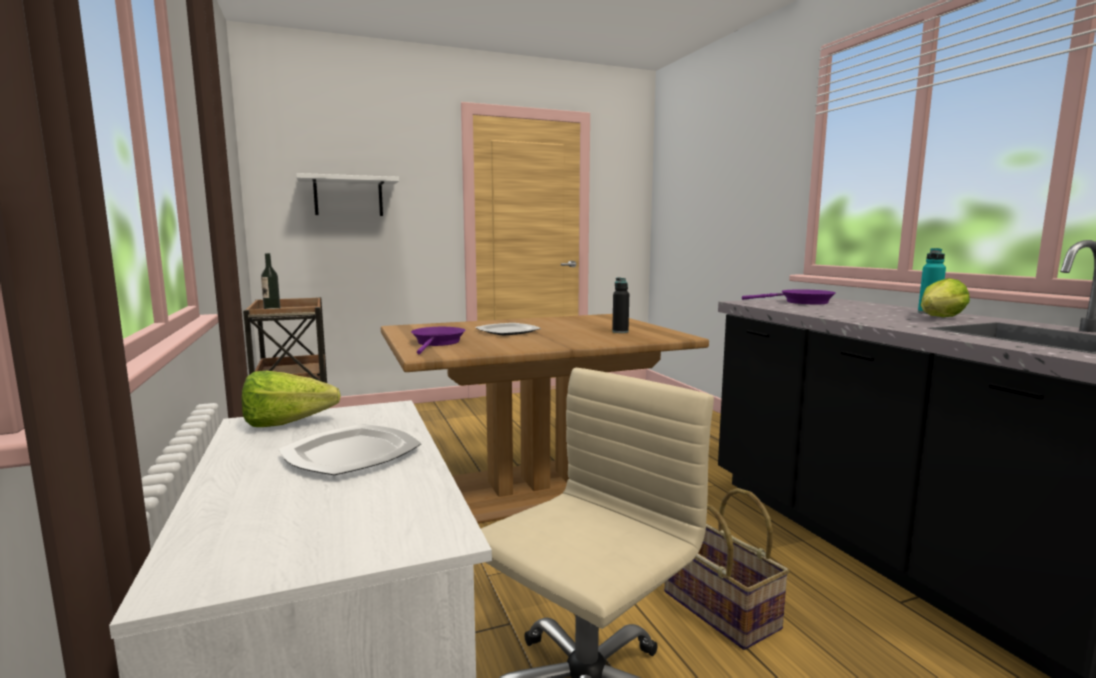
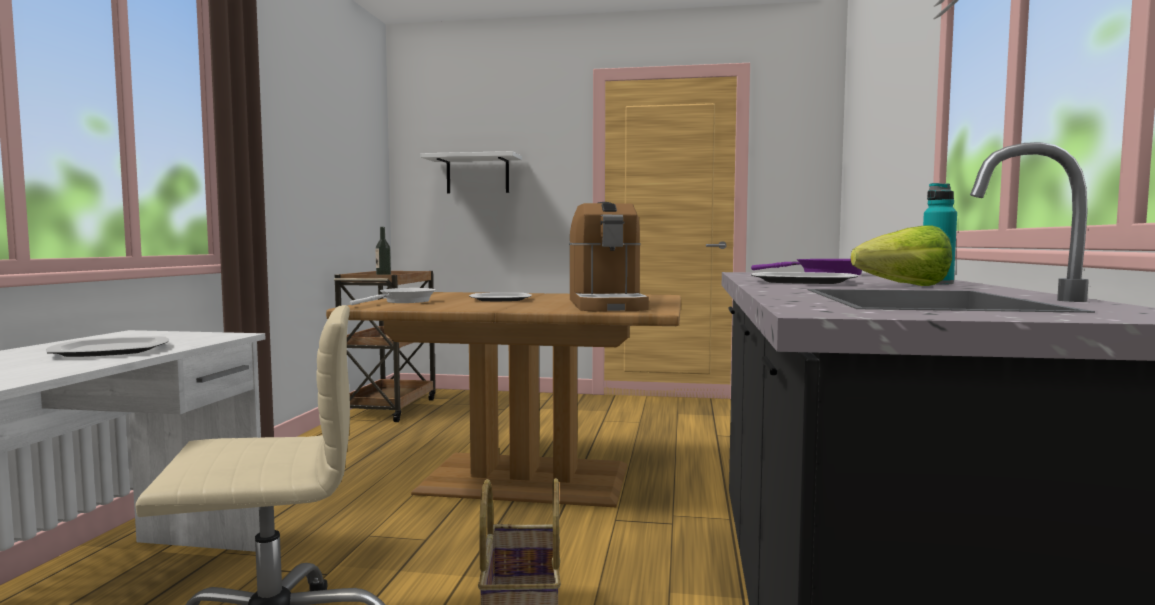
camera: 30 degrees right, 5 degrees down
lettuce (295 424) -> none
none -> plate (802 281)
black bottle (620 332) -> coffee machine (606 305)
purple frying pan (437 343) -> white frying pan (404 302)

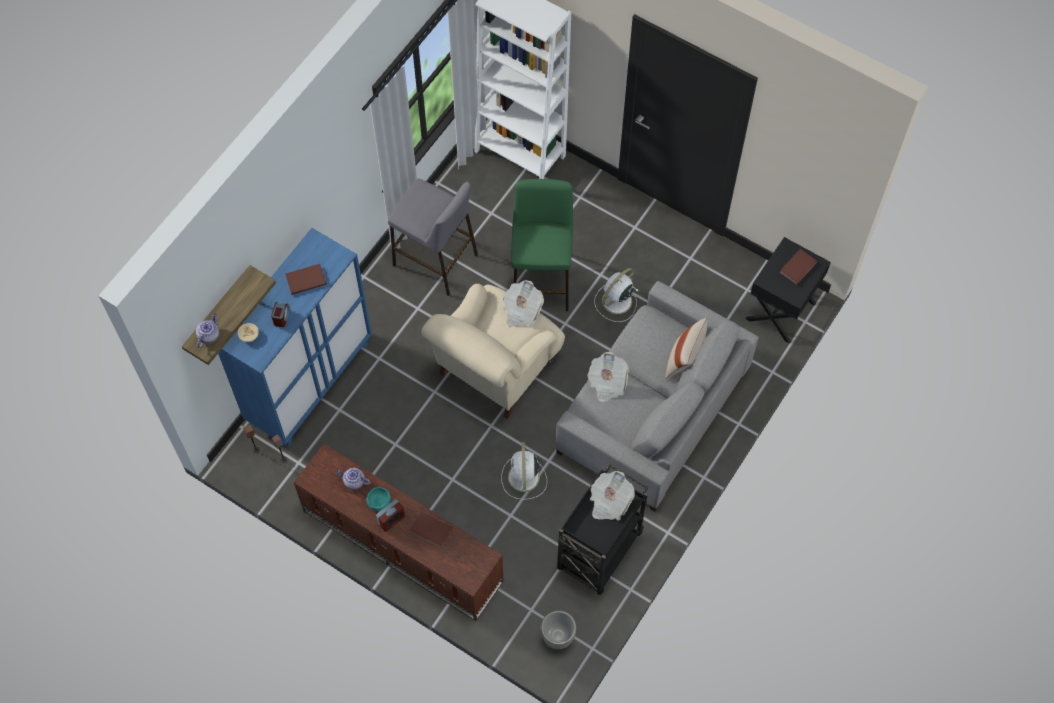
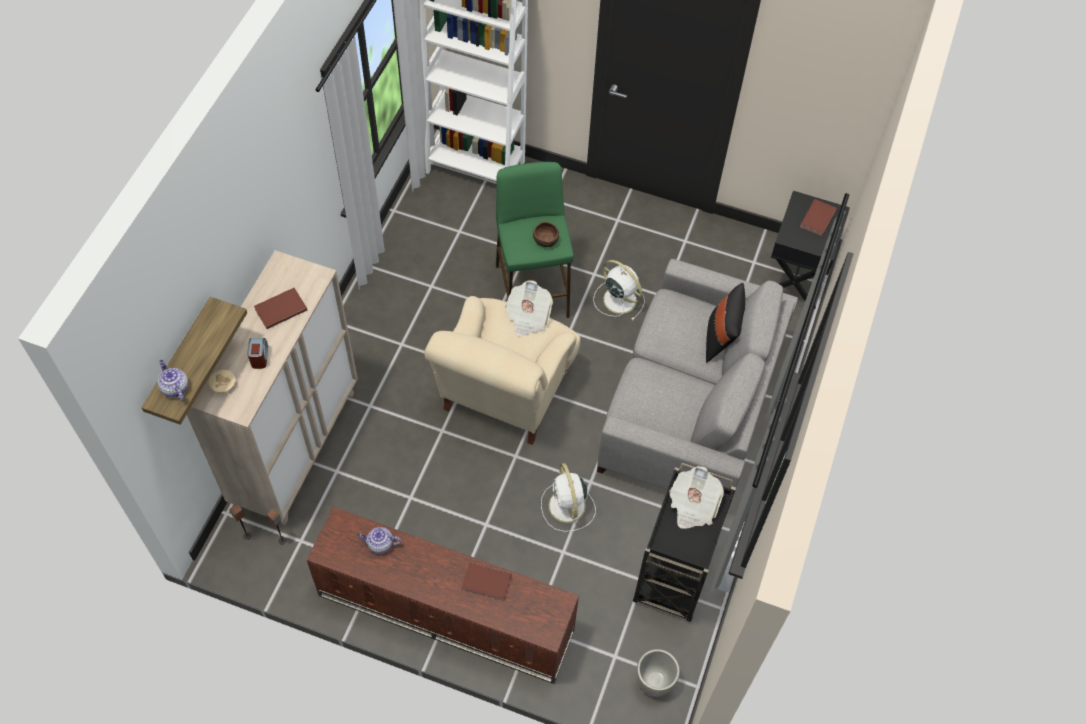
camera: 15 degrees left, 5 degrees down
turquoise bowl (379 501) -> none
alarm clock (391 520) -> none
grey stool (436 260) -> none
newspaper (607 382) -> none
none -> brown bowl (546 240)
blue cabinet (310 383) -> beige cabinet (296 448)
beige pillow (684 360) -> black pillow (721 339)
teapot (209 335) -> teapot (174 388), 45 degrees counterclockwise
white fan (616 301) -> white fan (618 299), 105 degrees clockwise

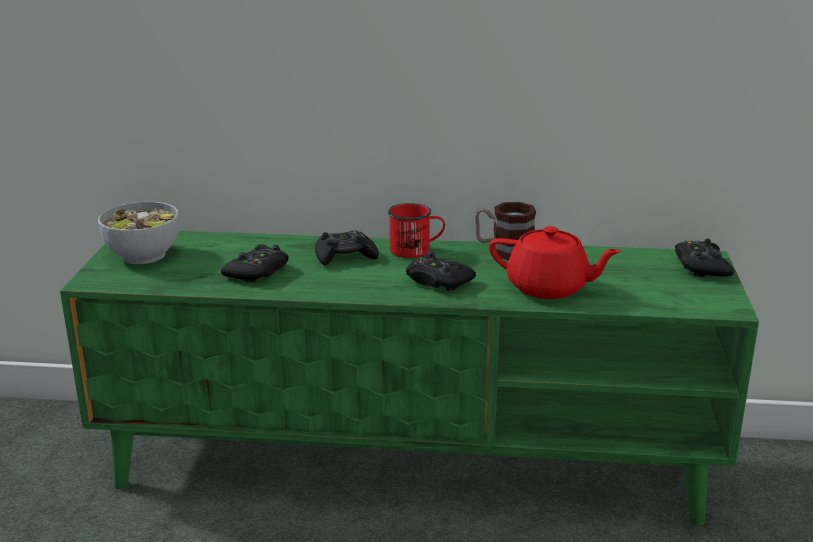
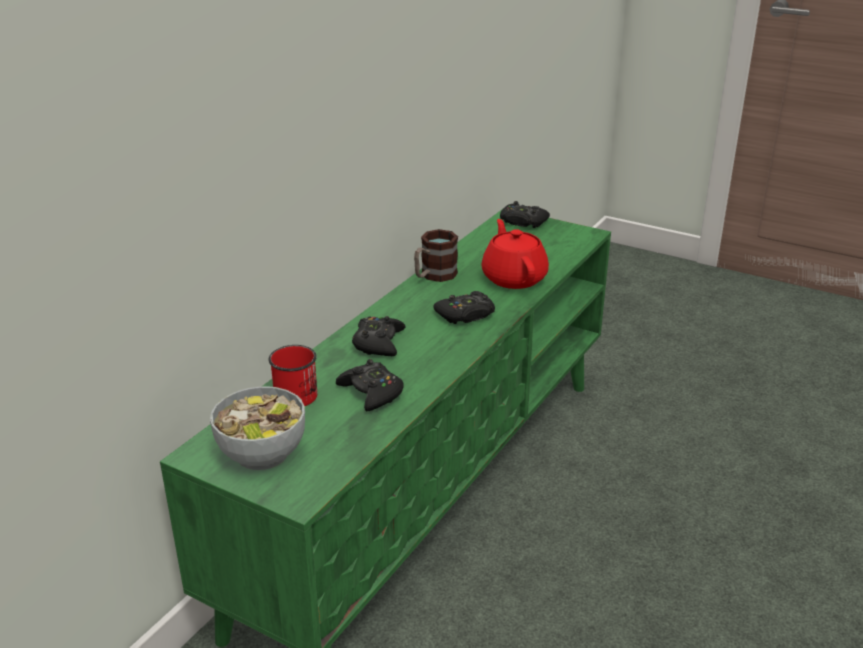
camera: 65 degrees left, 5 degrees up
red mug (416 250) -> red mug (299 392), move
red teapot (549 288) -> red teapot (514 278), 60 degrees counterclockwise

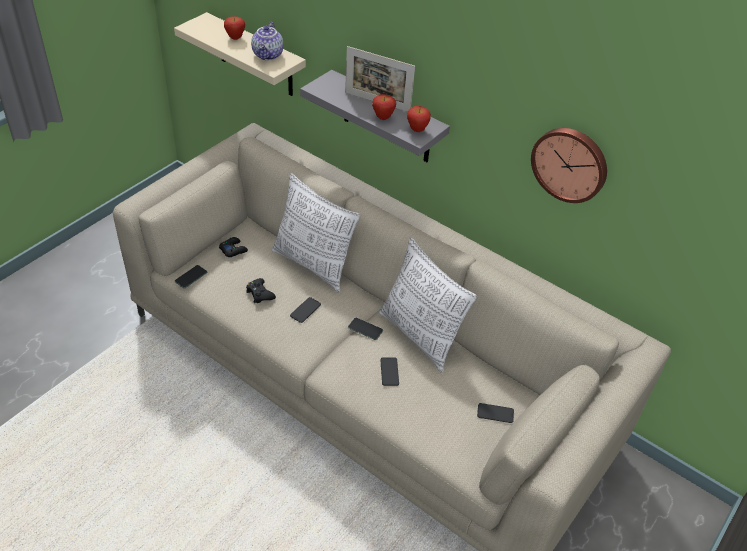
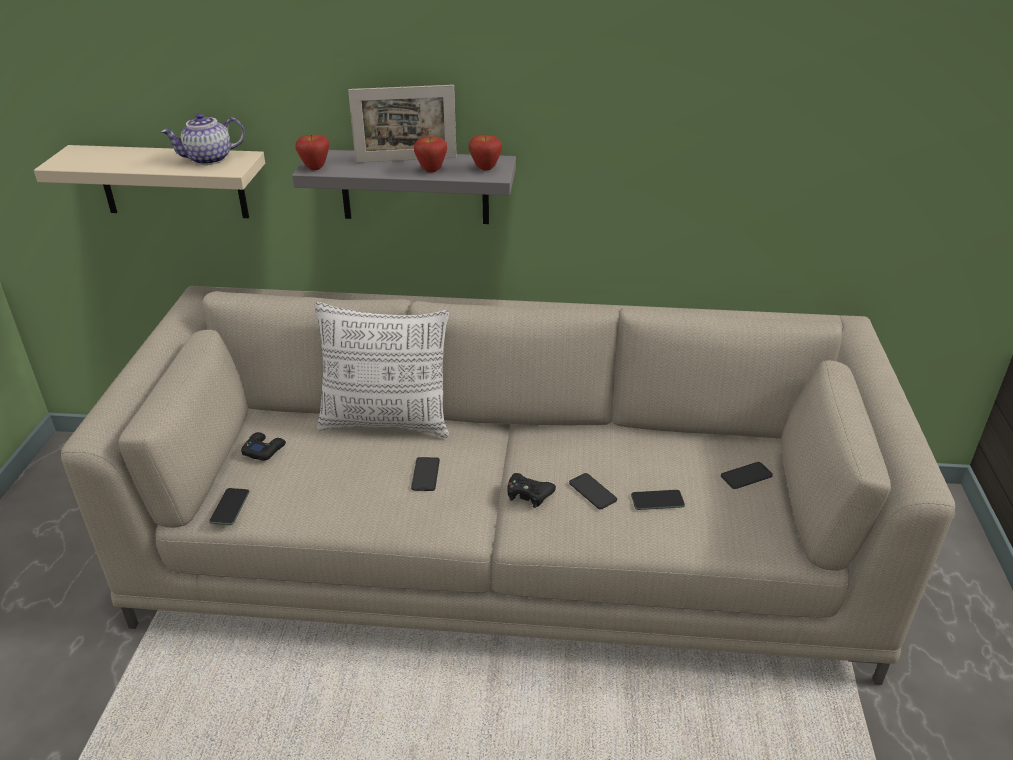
camera: 30 degrees left, 10 degrees down
pillow (420 336) -> none
wall clock (570 163) -> none
apple (235 38) -> apple (315 168), move
black game controller (260 294) -> black game controller (528 494), move
phone (365 329) -> phone (657 500), move
teapot (268 55) -> teapot (208 160), 90 degrees clockwise

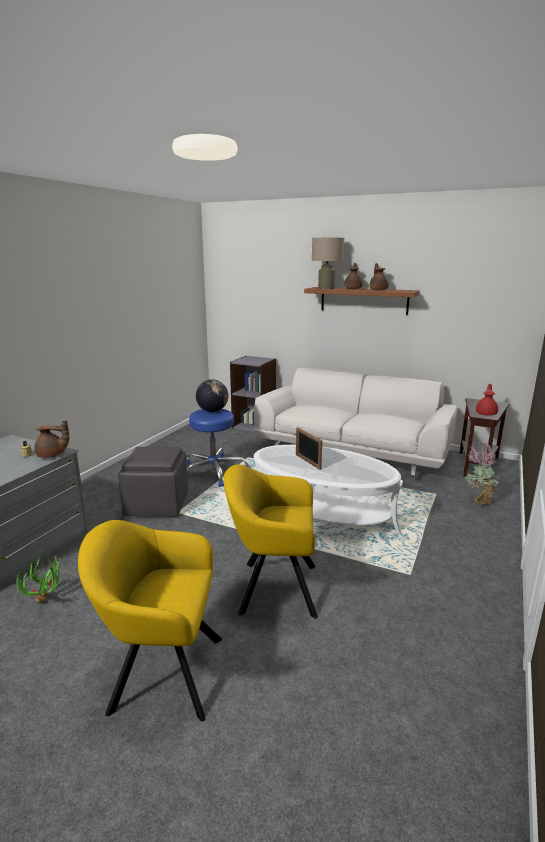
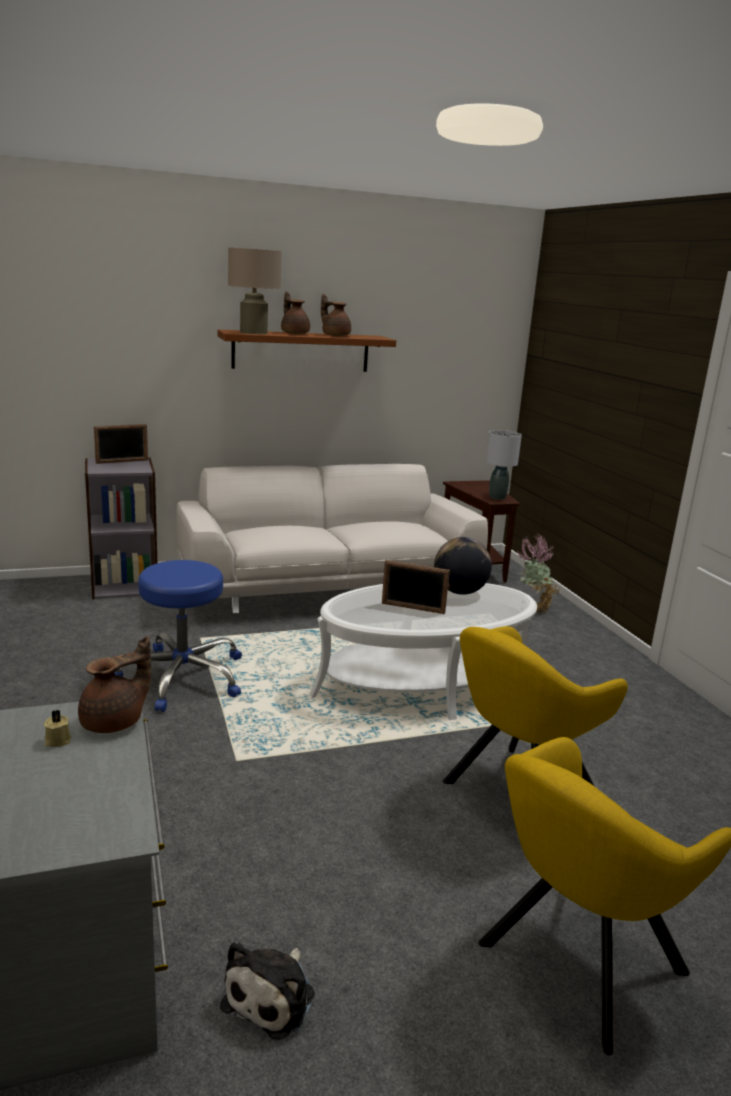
camera: 45 degrees left, 0 degrees up
grey ottoman (158 504) -> none
none -> picture frame (122 461)
globe (212 411) -> globe (459 592), move
potted plant (47 600) -> plush toy (272 997)
red teapot (486 413) -> grey table lamp (497 497)

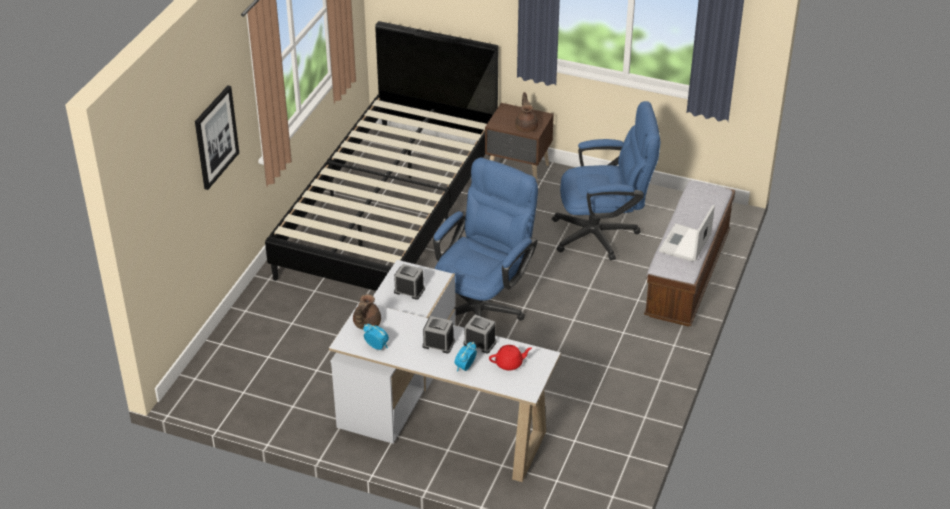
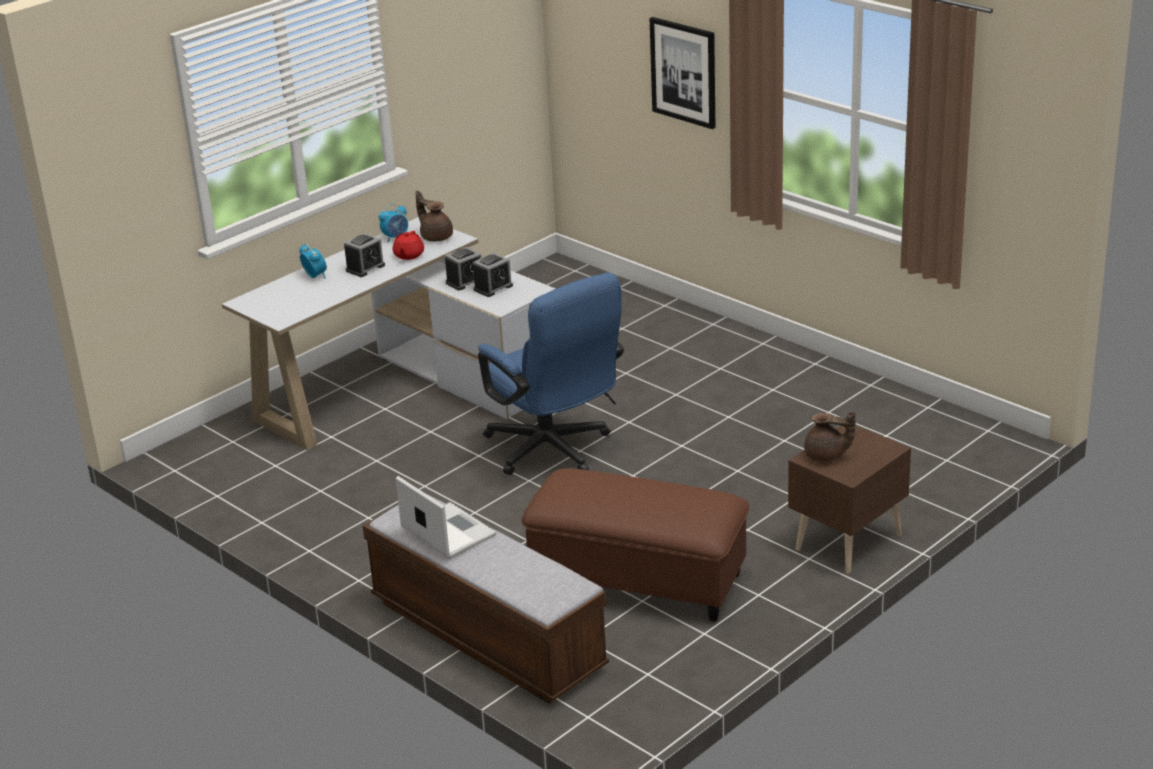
camera: 115 degrees right, 10 degrees down
black bed (389 212) -> none
alarm clock (480 343) -> alarm clock (465 281), move
red teapot (509 363) -> red teapot (408 255), move
blue office chair (603 234) -> brown ottoman (637 582)

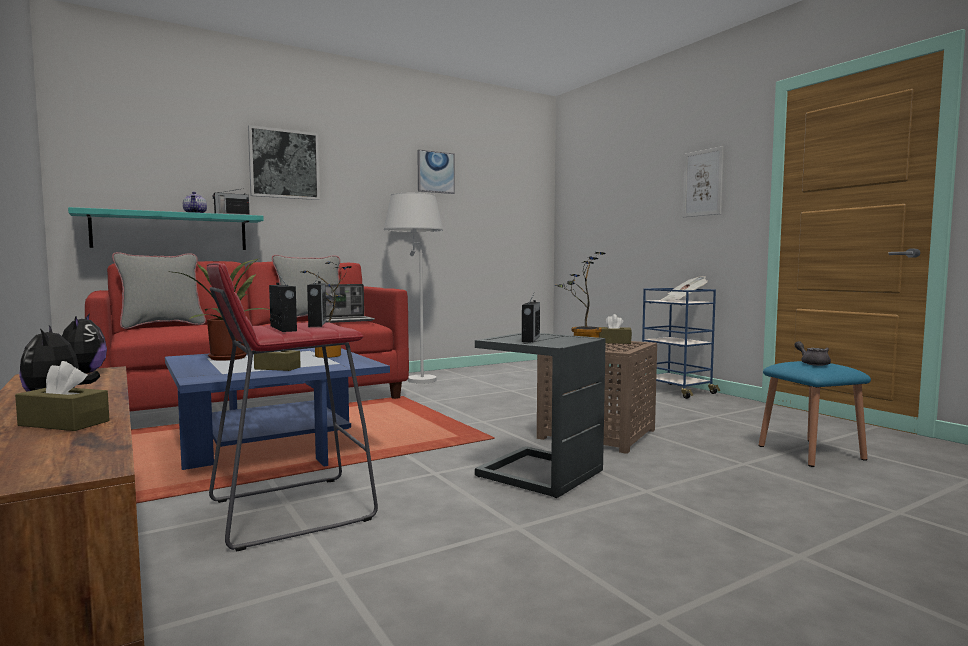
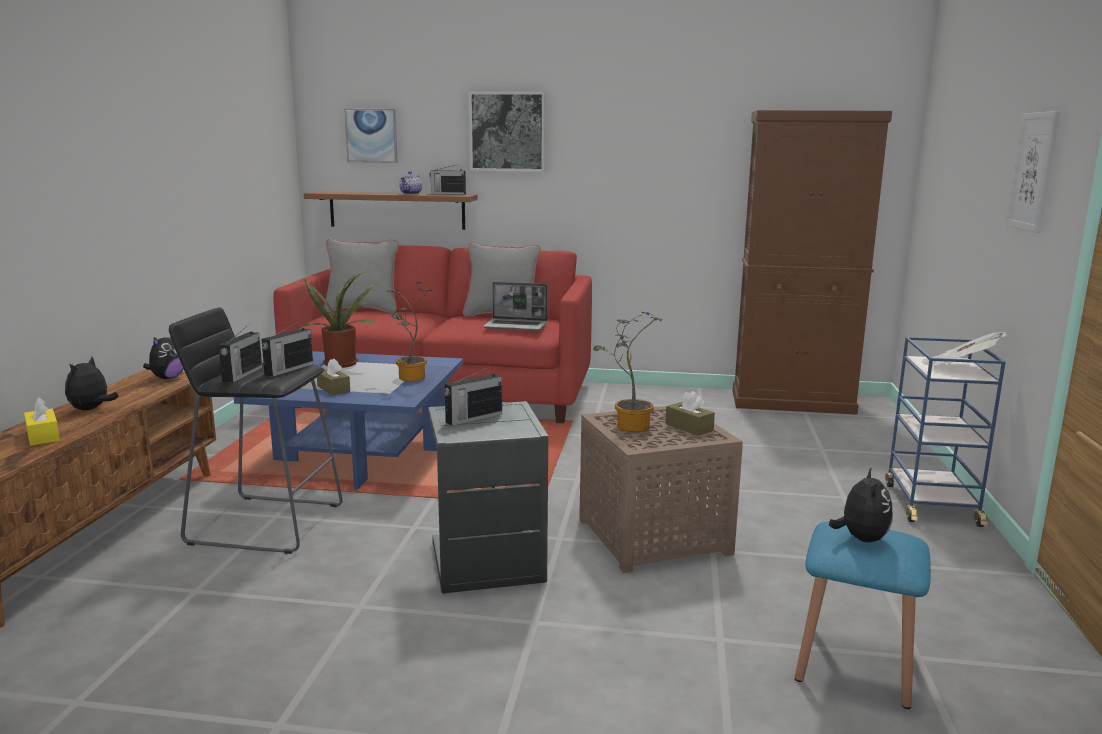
camera: 40 degrees right, 10 degrees up
white floor lamp (415 378) -> none
none -> brown cabinet (792 402)
picture (435 172) -> picture (371 135), move
grey teapot (812 363) -> plush toy (860 539)
brown tissue box (64 423) -> yellow tissue box (43 436)
turquoise shelf (171 231) -> brown shelf (397 210)
red stool (289 510) -> black stool (265 523)

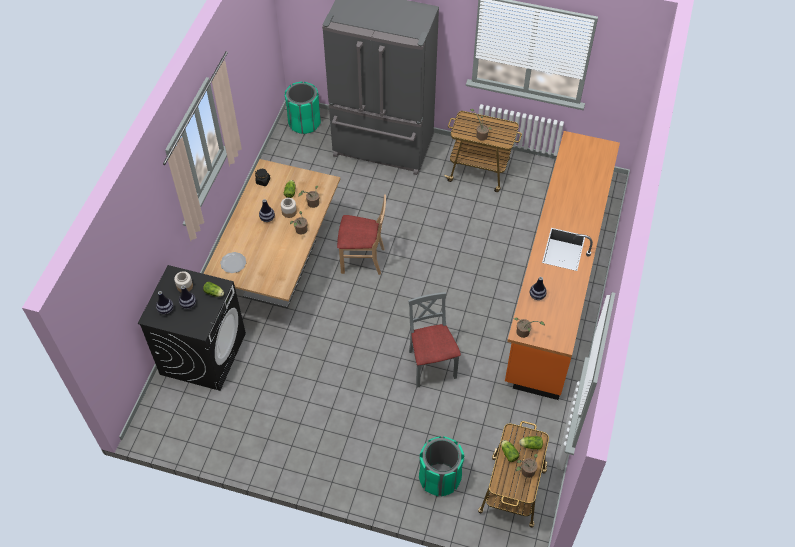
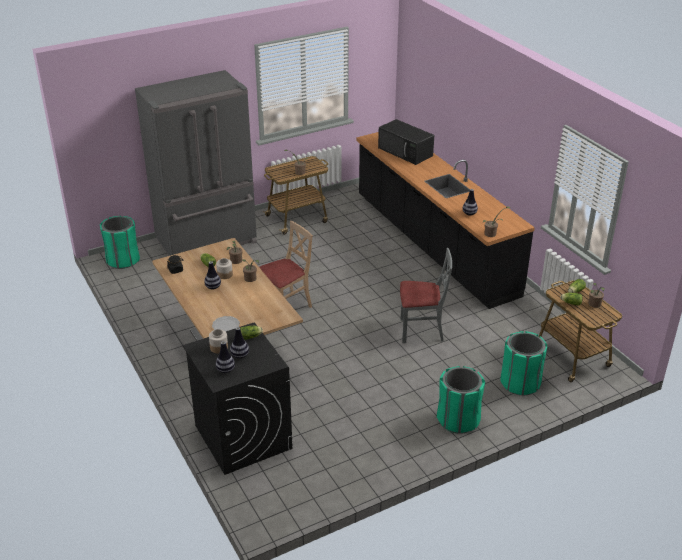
camera: 45 degrees left, 20 degrees down
none -> black microwave (406 152)
none -> green trash can (458 420)
orange counter (556 285) -> black counter (433 245)
grey chair (431 365) -> grey chair (421 330), 150 degrees clockwise

